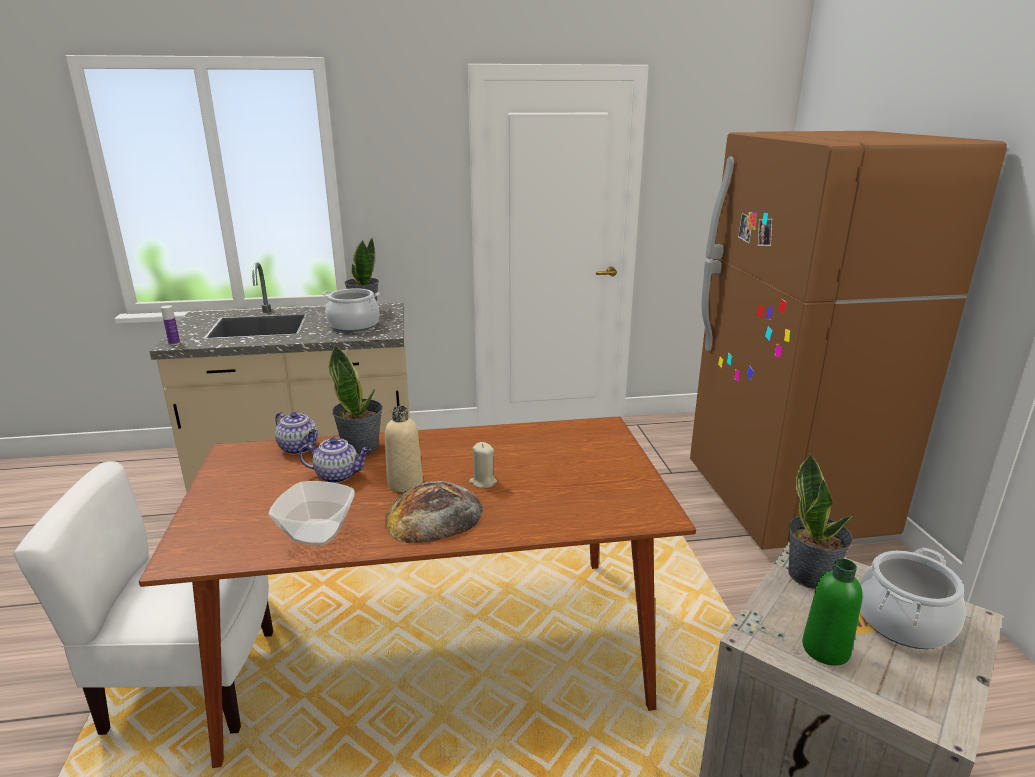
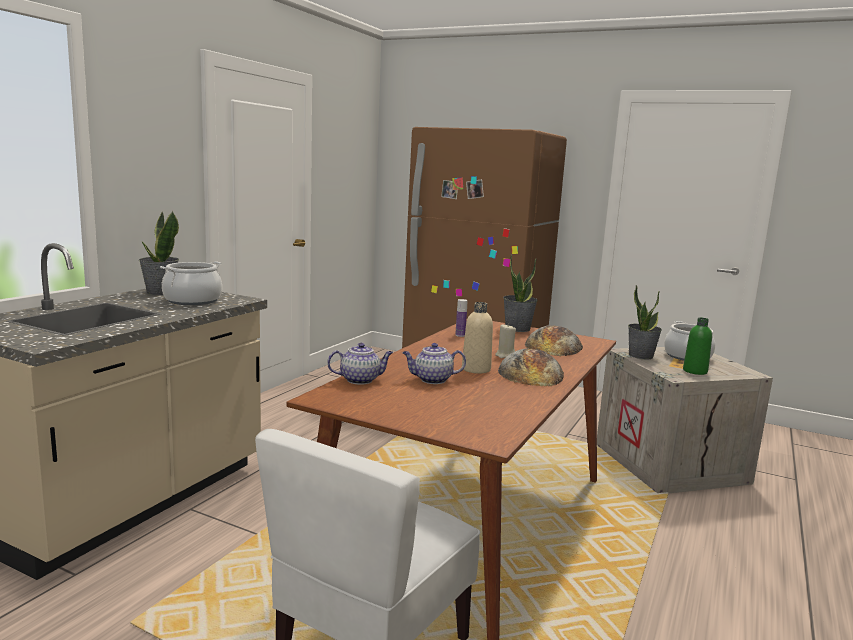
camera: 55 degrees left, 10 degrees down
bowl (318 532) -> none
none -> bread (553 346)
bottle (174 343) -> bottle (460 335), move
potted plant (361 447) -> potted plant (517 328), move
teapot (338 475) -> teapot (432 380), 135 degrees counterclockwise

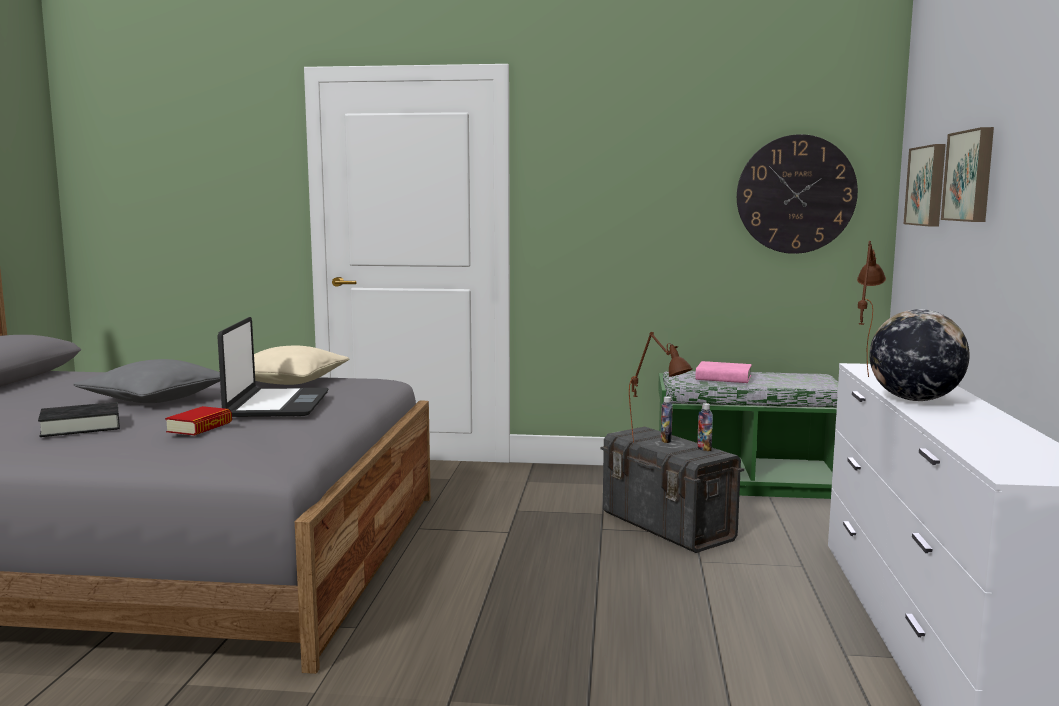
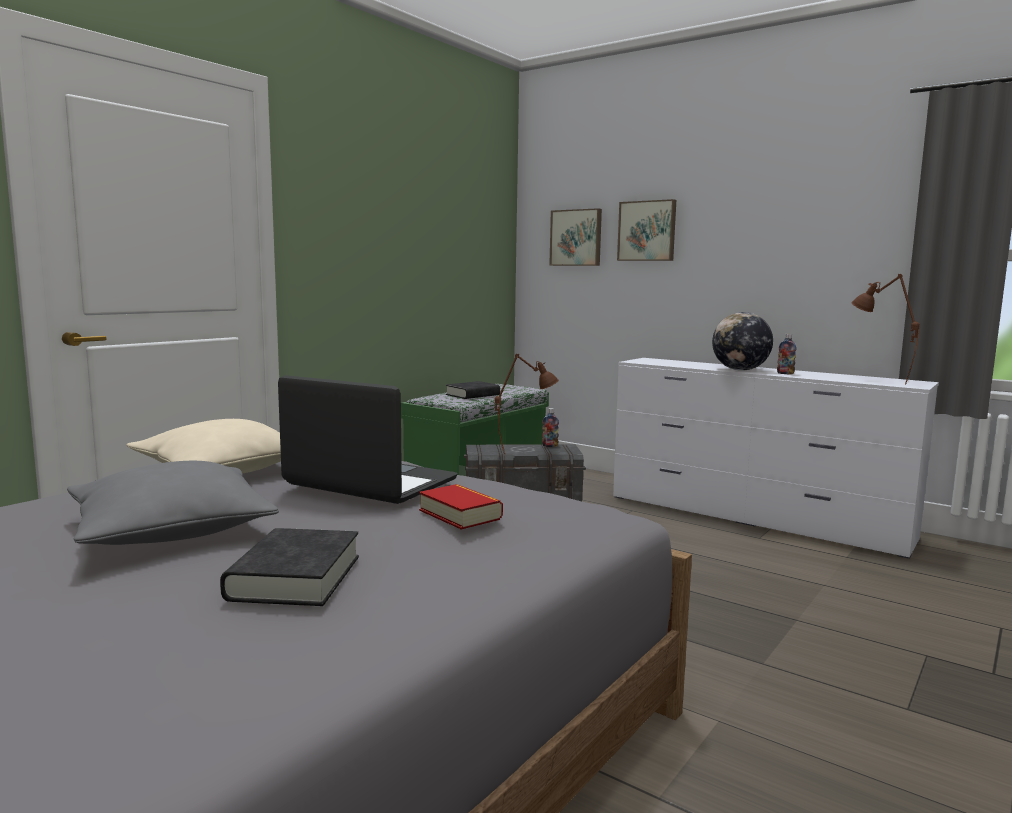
camera: 60 degrees left, 0 degrees up
wall clock (796 194) -> none
bottle (666 440) -> bottle (785 373), move
brown table lamp (861 370) -> brown table lamp (877 382), move
pink book (723 378) -> black book (473 395)

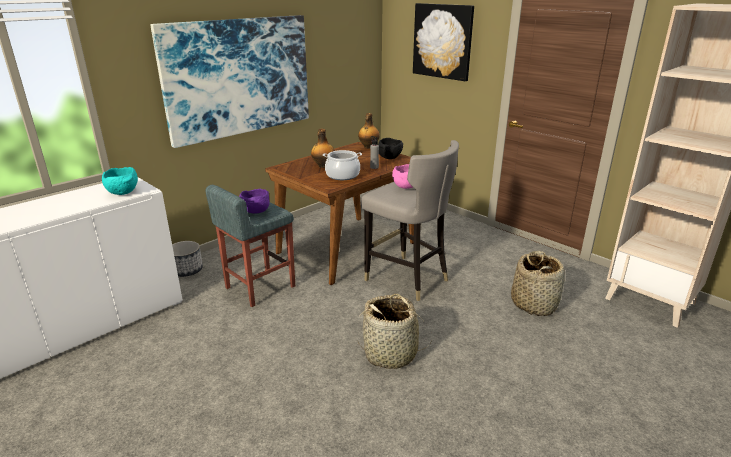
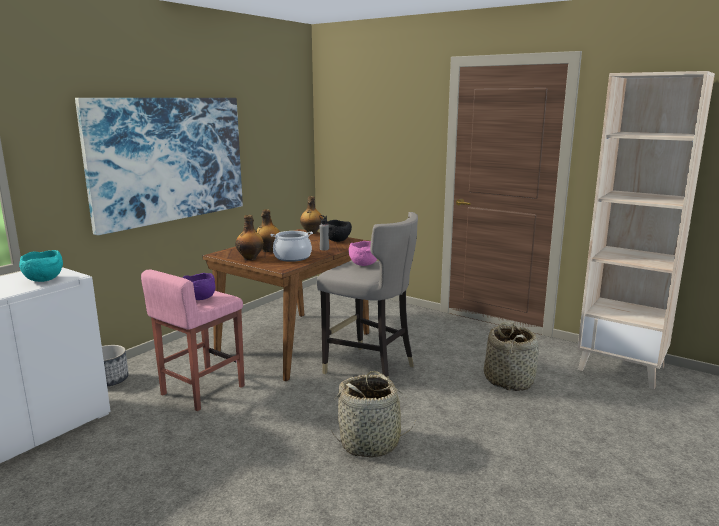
camera: 10 degrees left, 10 degrees down
picture (442 41) -> none
none -> bottle (250 258)
grey stool (259 287) -> pink stool (201 390)

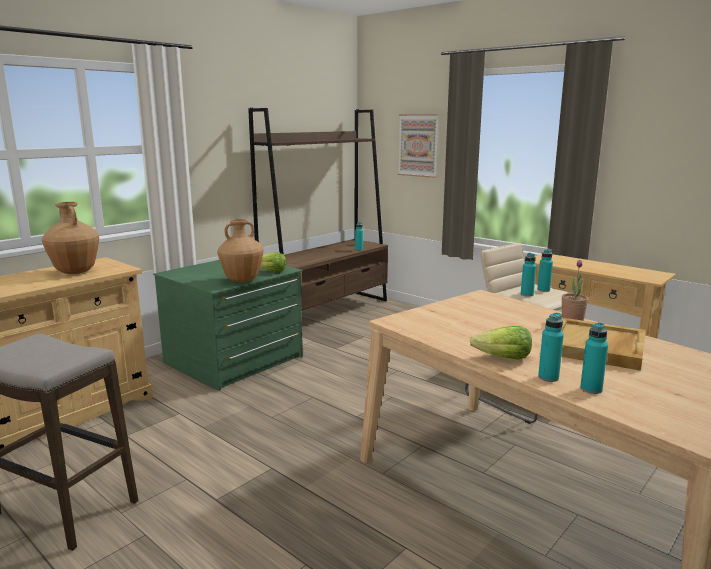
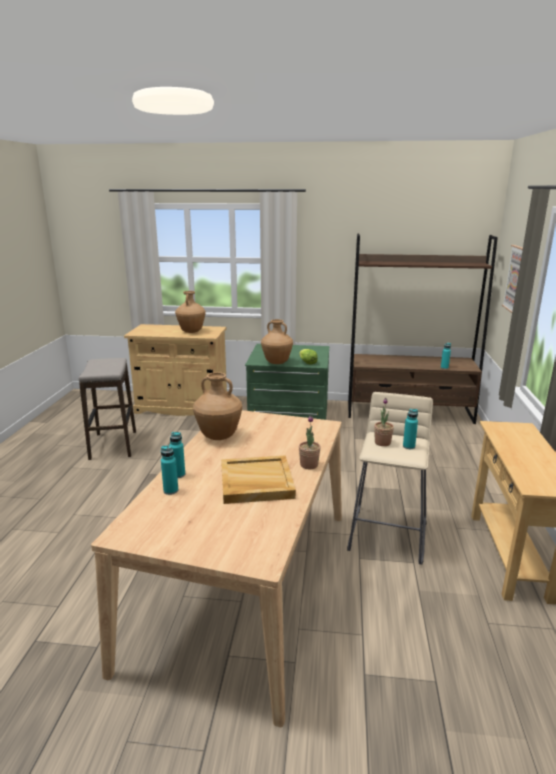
camera: 55 degrees right, 5 degrees up
lettuce (503 358) -> none
none -> brown vase (219 436)
turquoise bottle (527 294) -> potted plant (382 443)

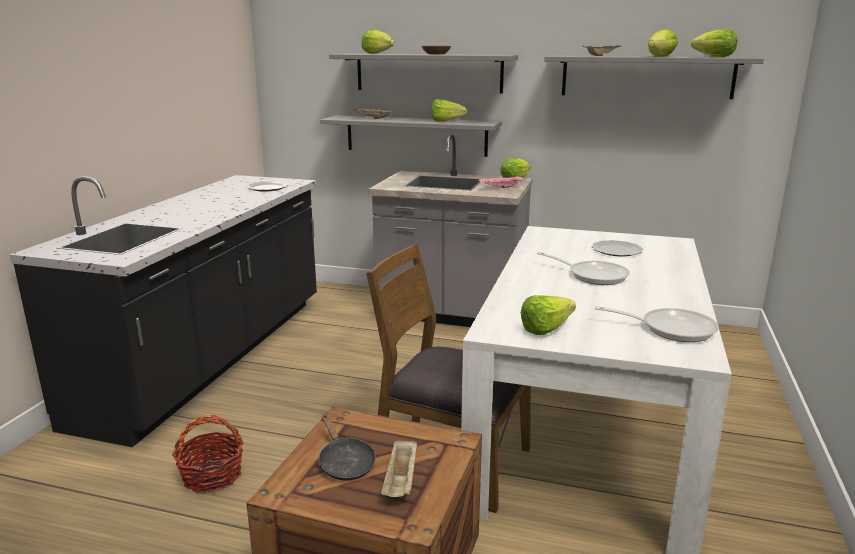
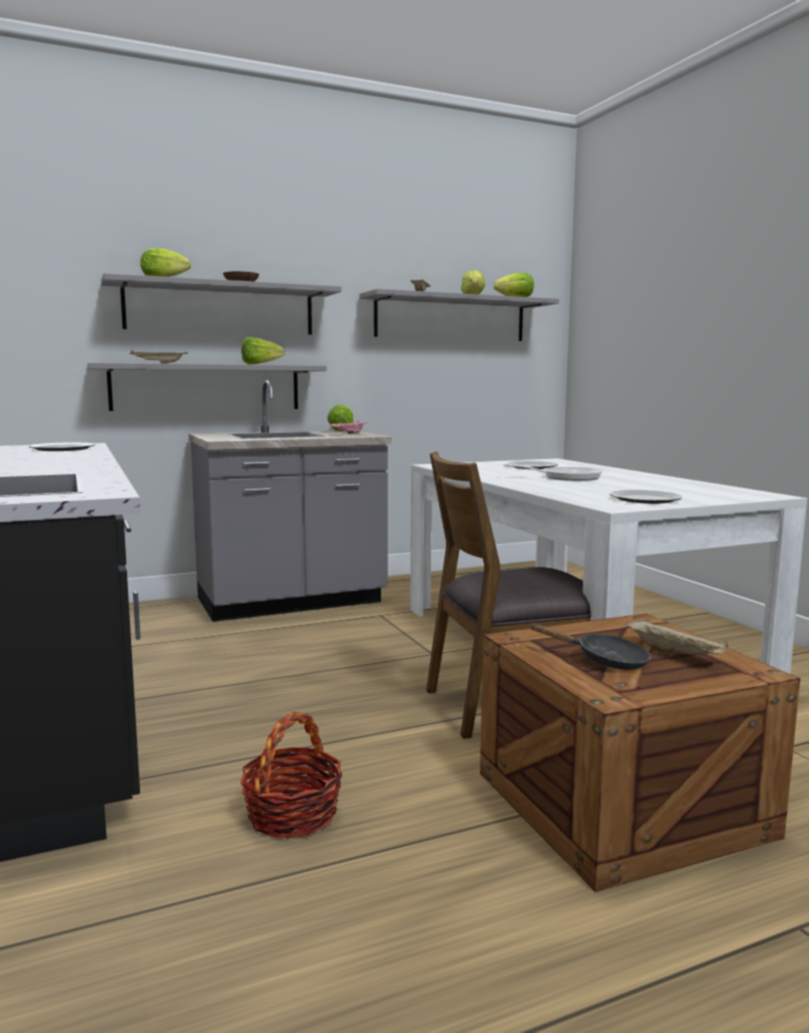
camera: 40 degrees left, 10 degrees down
frying pan (671 329) -> none
lettuce (550 329) -> plate (644 499)

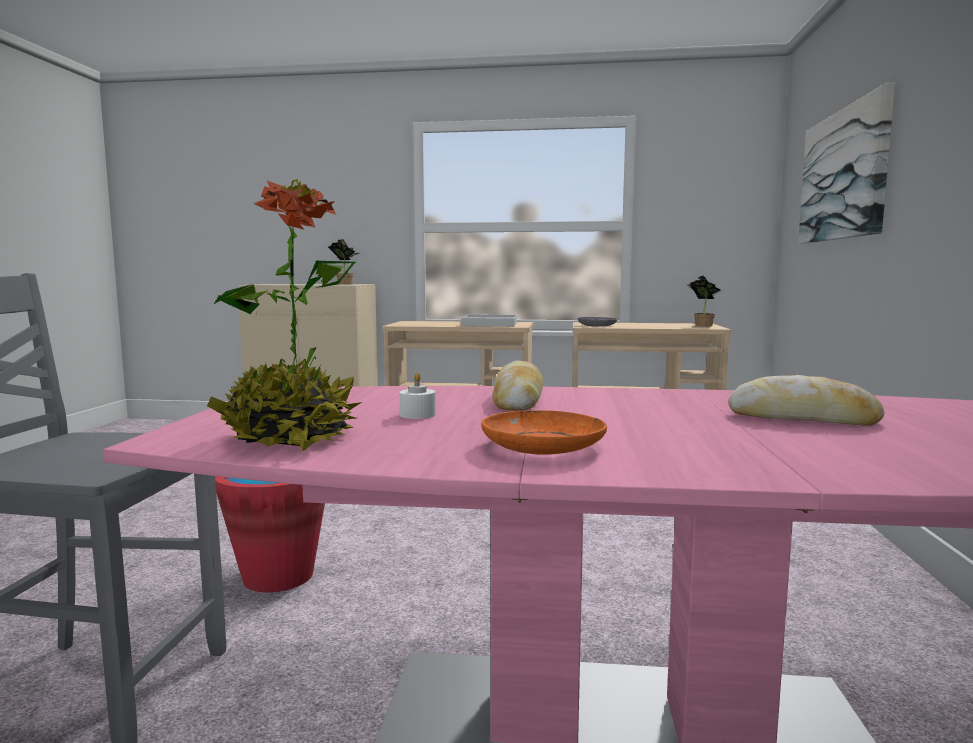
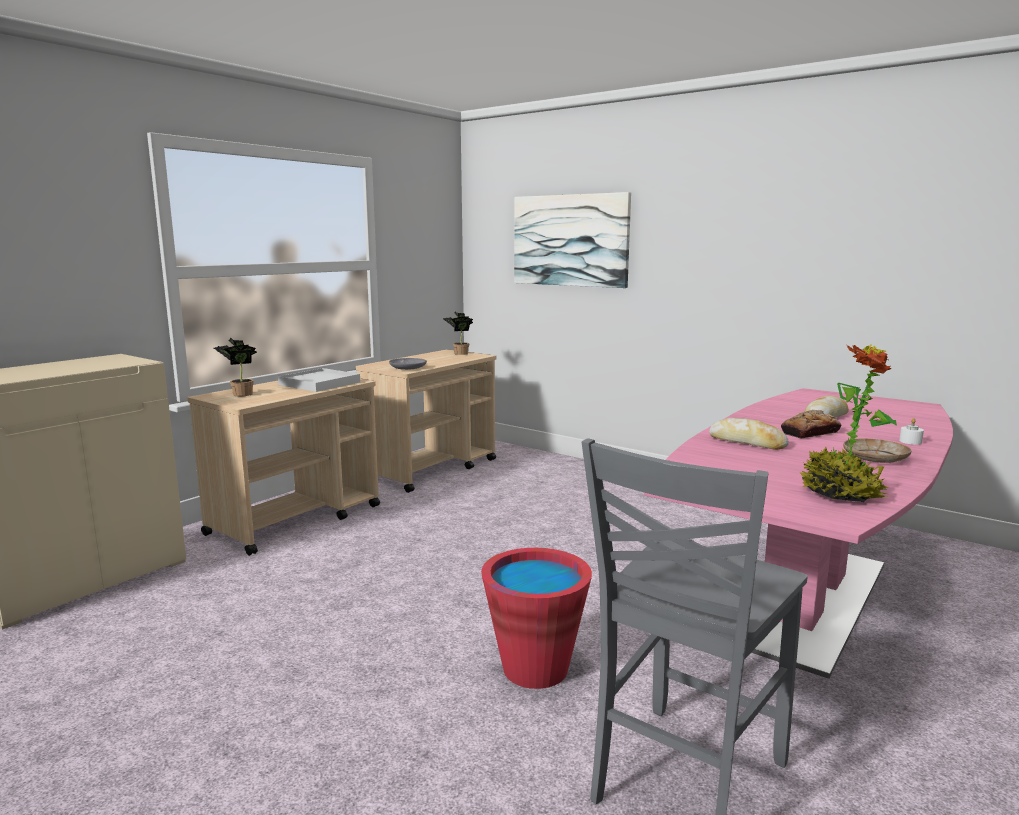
camera: 60 degrees left, 5 degrees up
none -> bread (810 433)
potted plant (344 284) -> potted plant (240 394), move
white candle (417 415) -> white candle (910 441), move
orange plate (542 446) -> beige plate (875 458)

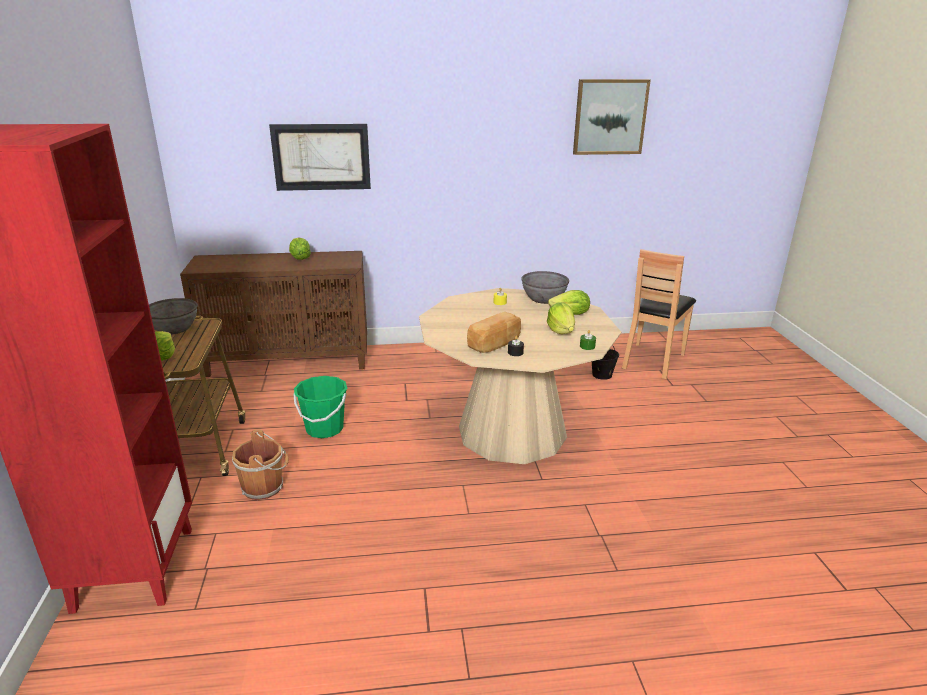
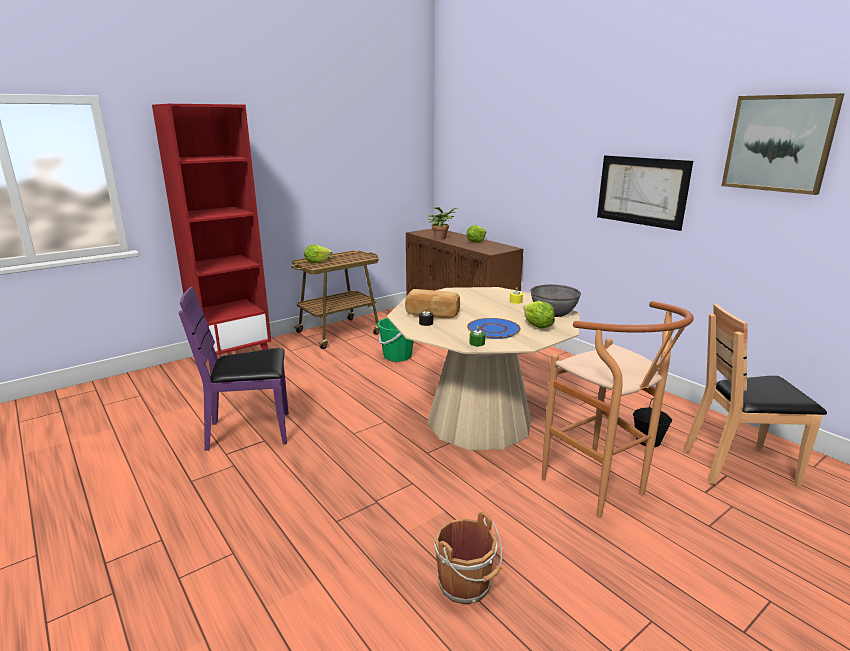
camera: 60 degrees right, 5 degrees down
grey bowl (174 329) -> none
none -> purple chair (250 431)
none -> potted plant (441 238)
none -> brown stool (601 490)
brown bucket (265 487) -> brown bucket (466 585), move
picture (321 157) -> picture (641 191), move
lettuce (561 331) -> blue plate (494 329)

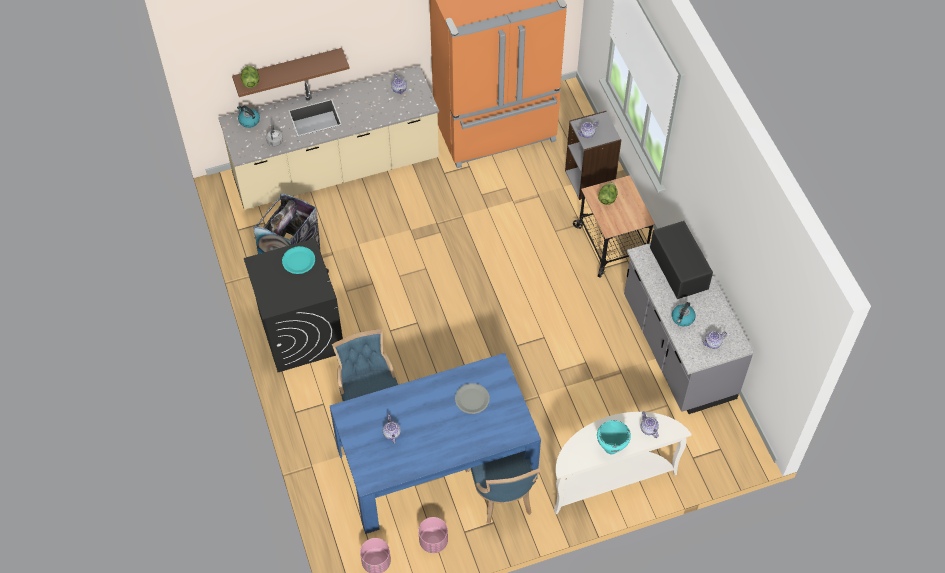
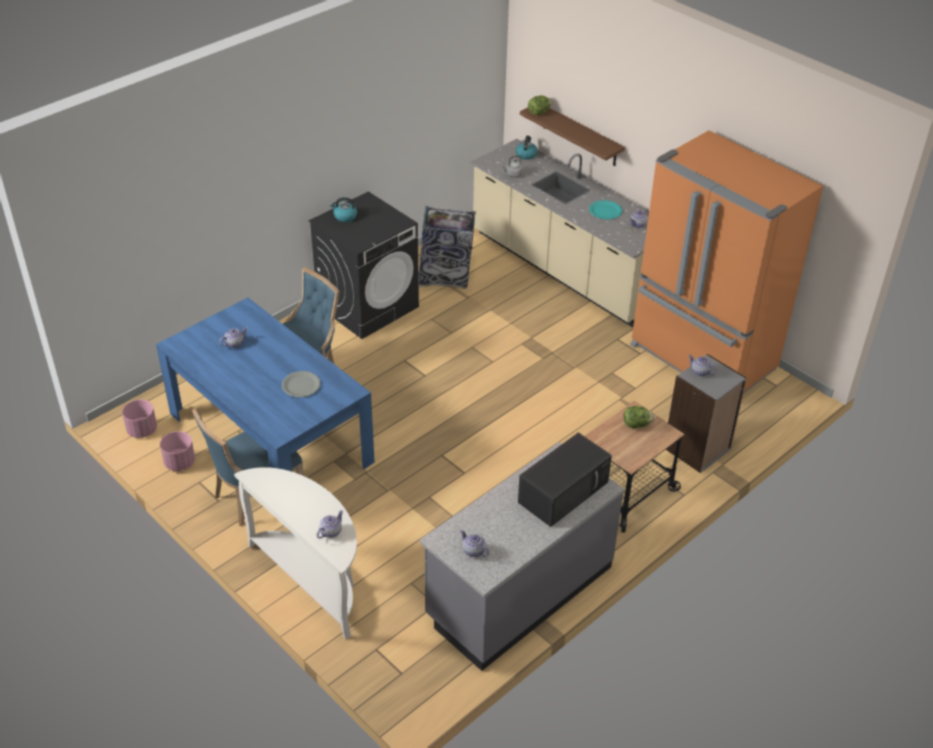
camera: 65 degrees right, 15 degrees down
turquoise cooking pot (610 448) -> none
turquoise plate (298 261) -> turquoise plate (605 211), move
kettle (682 318) -> kettle (345 217), move

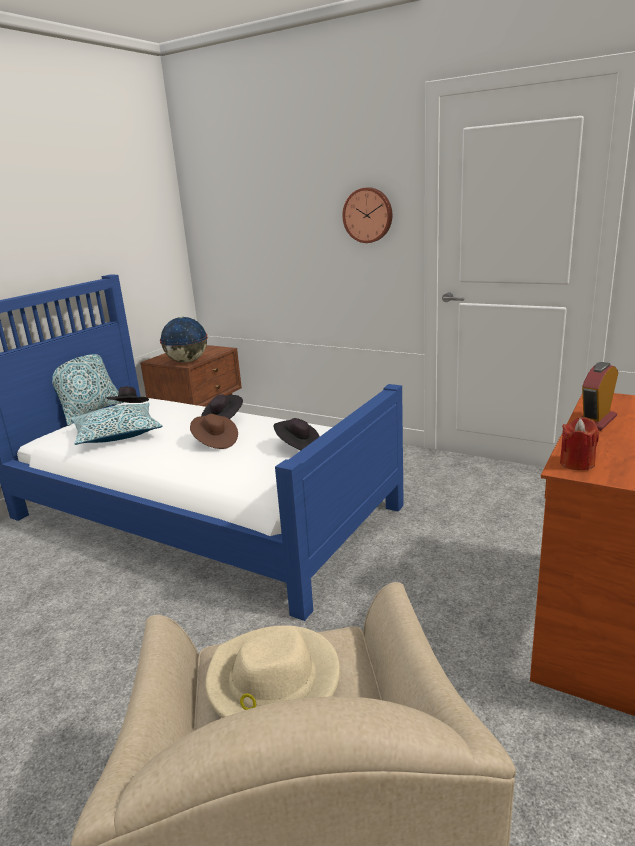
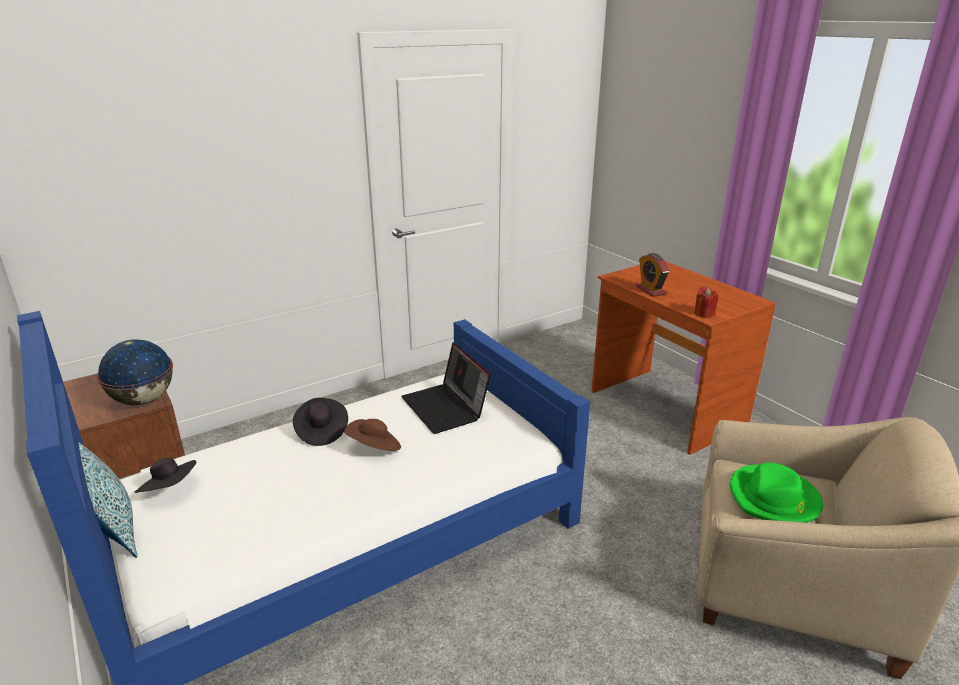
camera: 65 degrees left, 5 degrees up
pillow (117 434) -> none
wall clock (368 215) -> none
black hat (298 447) -> laptop (446 408)
beige hat (272 682) -> green hat (774 499)

